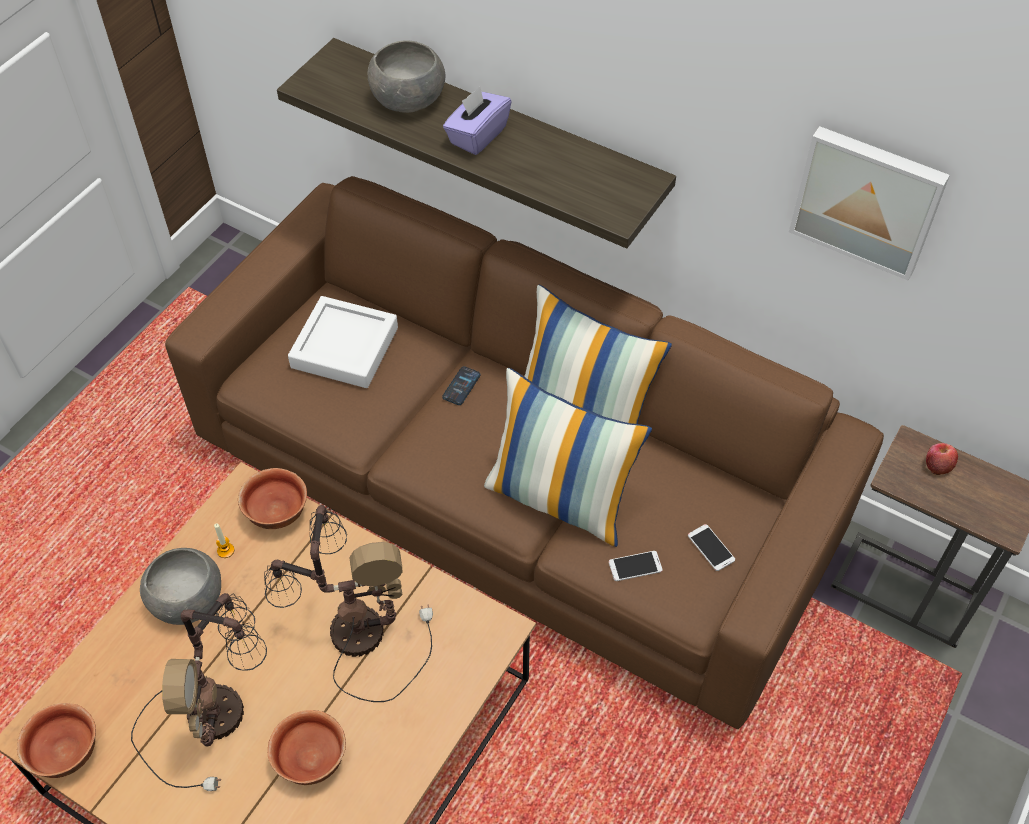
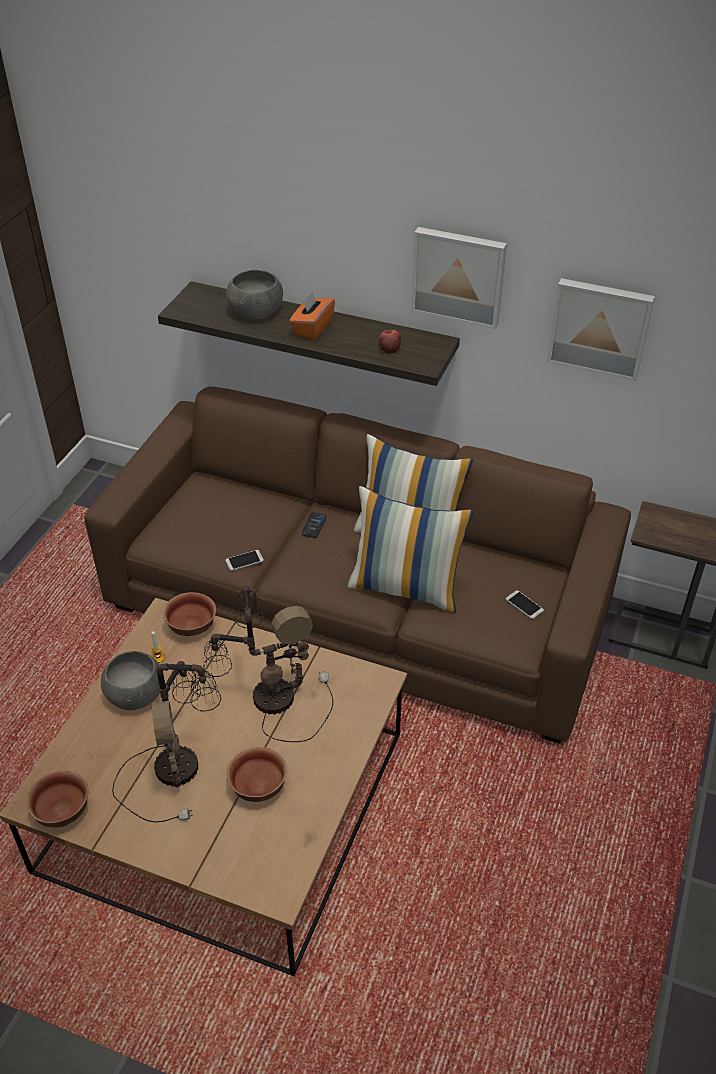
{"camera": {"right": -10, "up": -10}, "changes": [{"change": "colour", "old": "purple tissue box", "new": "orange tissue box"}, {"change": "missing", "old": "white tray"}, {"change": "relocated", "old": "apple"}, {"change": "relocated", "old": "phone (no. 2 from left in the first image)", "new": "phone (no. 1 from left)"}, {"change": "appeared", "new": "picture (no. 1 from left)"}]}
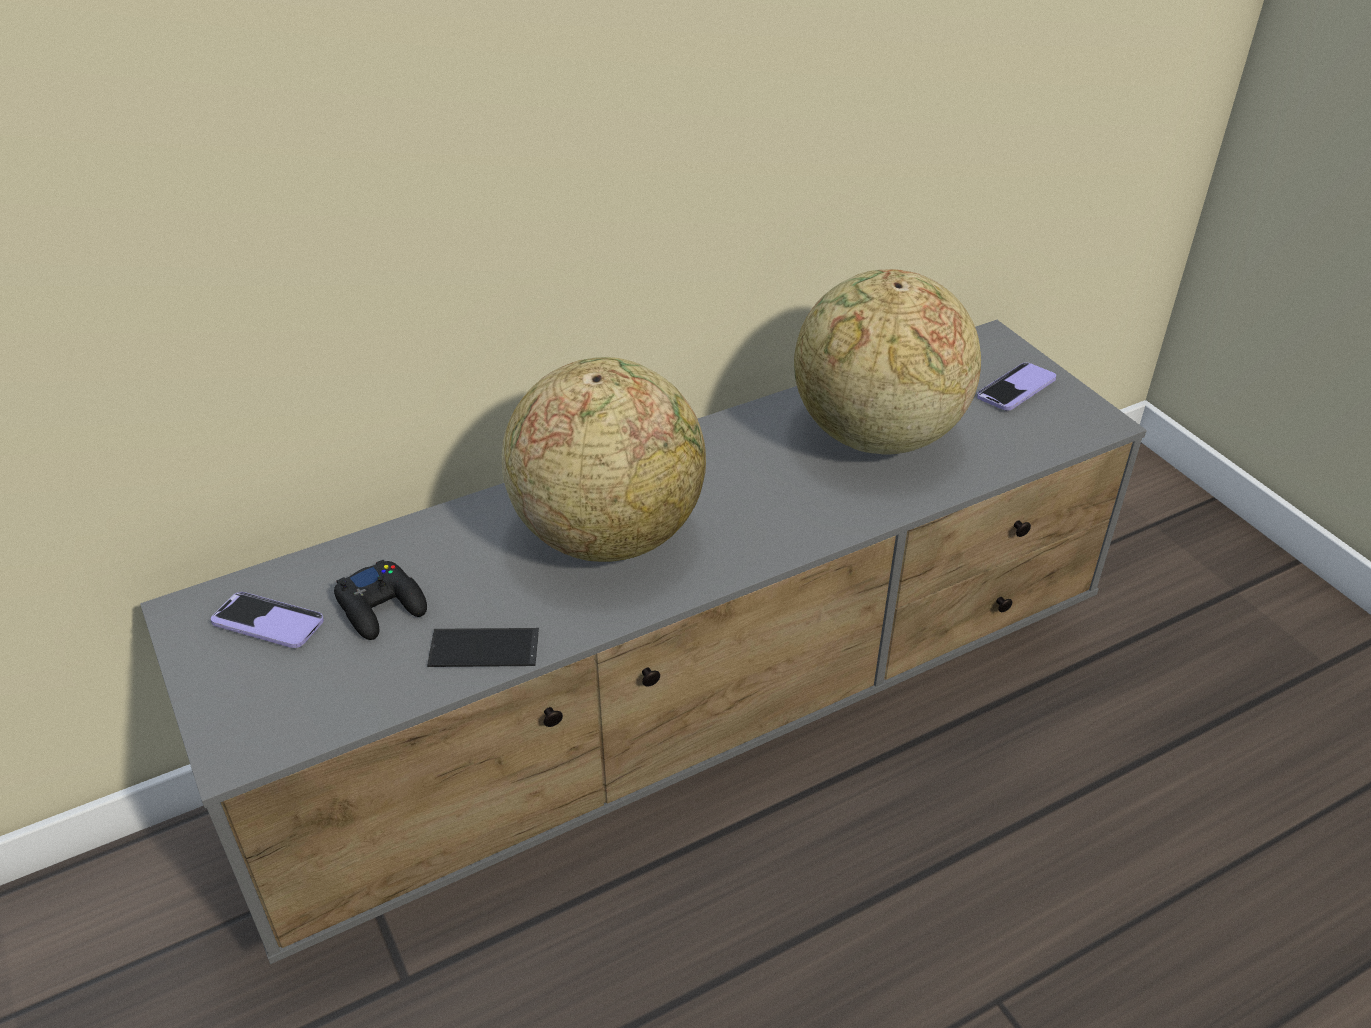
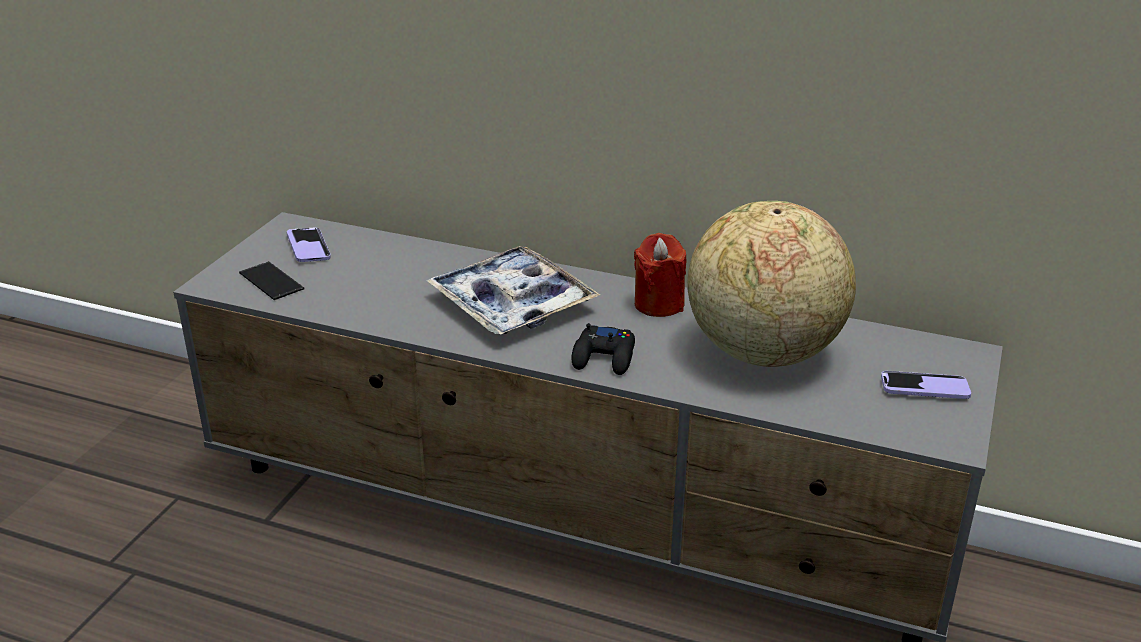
{"camera": {"right": 50, "up": -10}, "changes": [{"change": "exchanged", "old": "globe (no. 1 from left)", "new": "tray"}, {"change": "relocated", "old": "black game controller"}, {"change": "relocated", "old": "phone (no. 2 from left in the first image)", "new": "phone (no. 1 from left)"}, {"change": "appeared", "new": "red candle"}]}
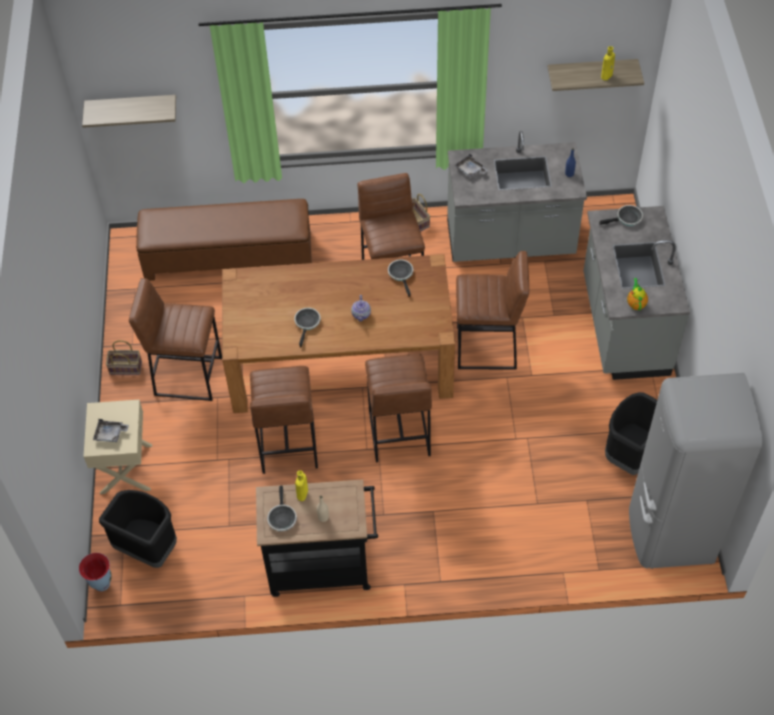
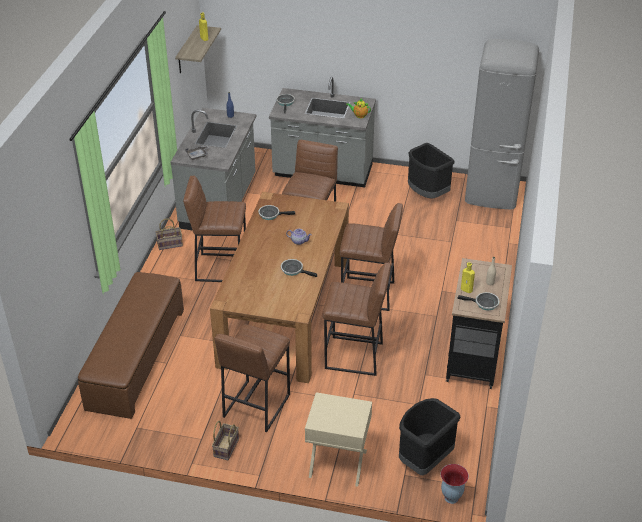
{"camera": {"right": -75, "up": -15}, "changes": [{"change": "missing", "old": "shelf (no. 1 from left)"}, {"change": "missing", "old": "grey tray (no. 1 from left)"}]}
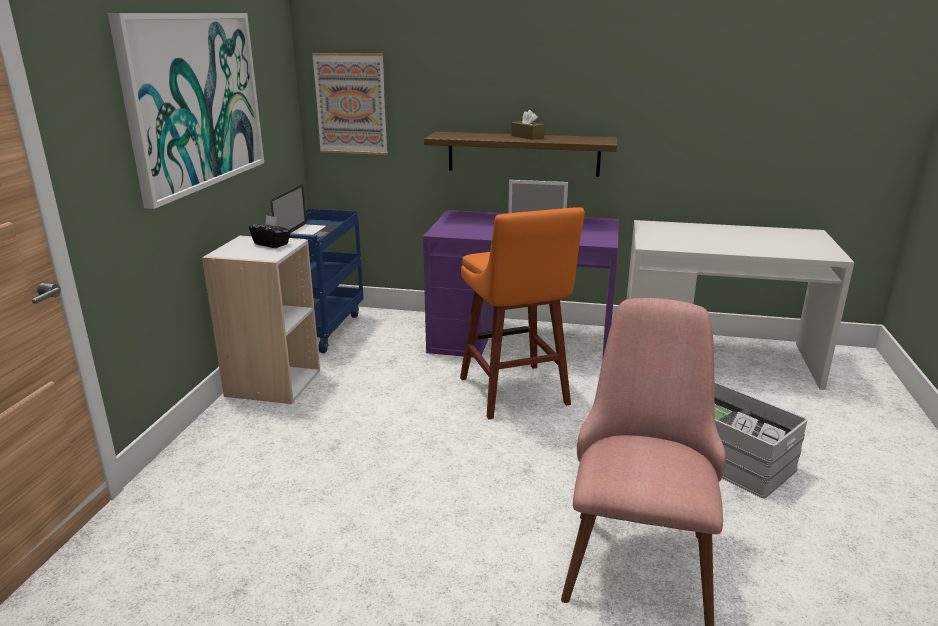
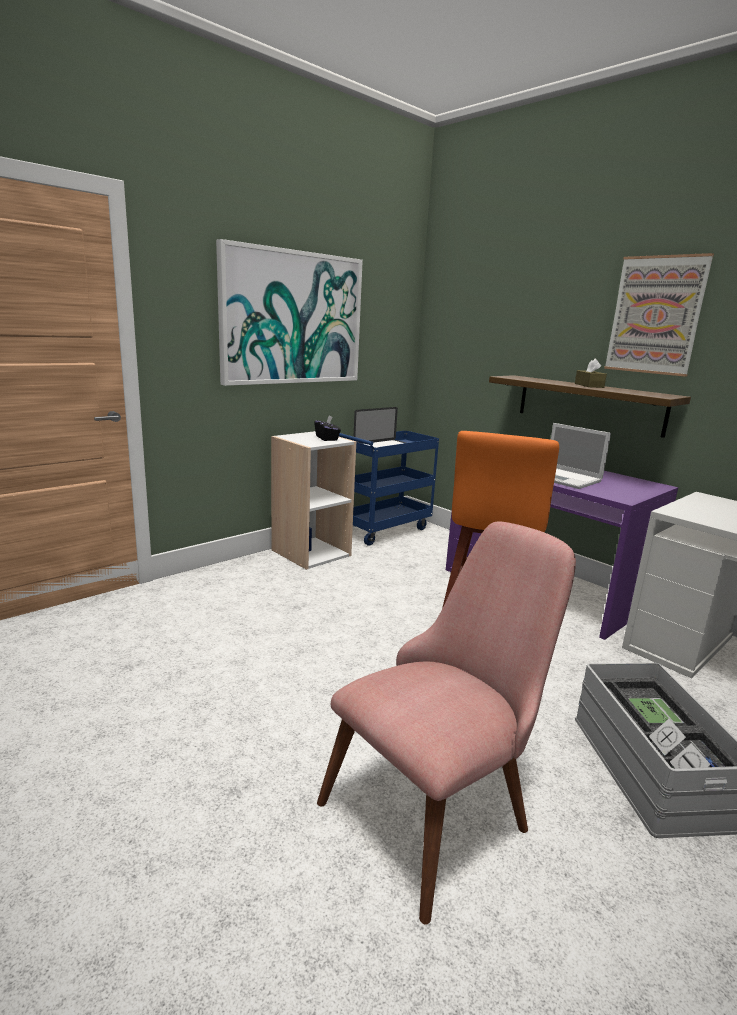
{"camera": {"right": 35, "up": -5}, "changes": [{"change": "relocated", "old": "picture (no. 2 from left)"}]}
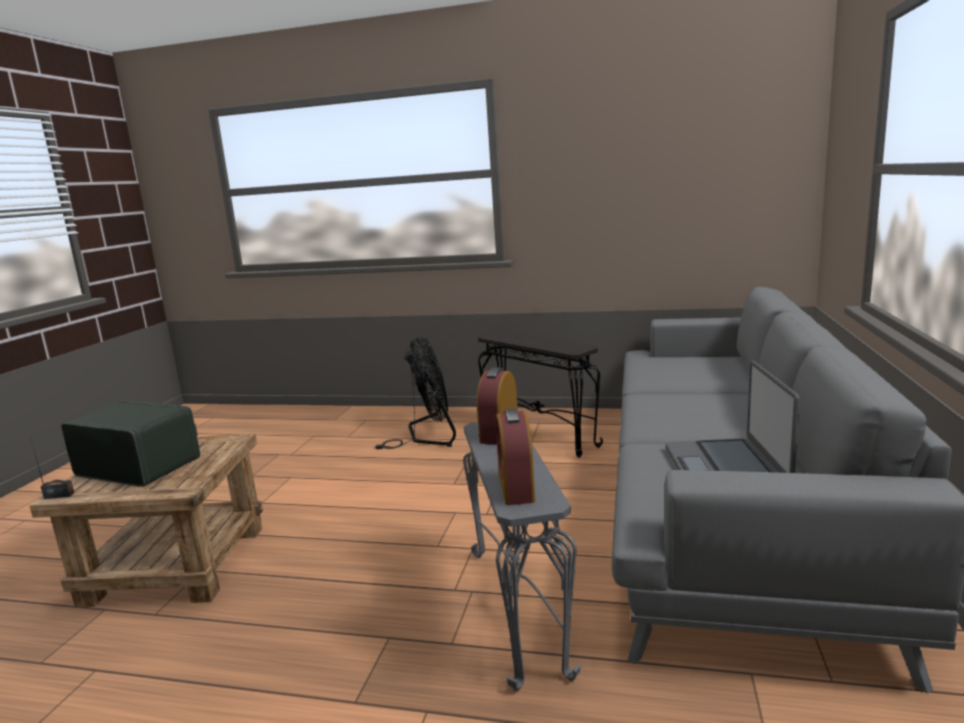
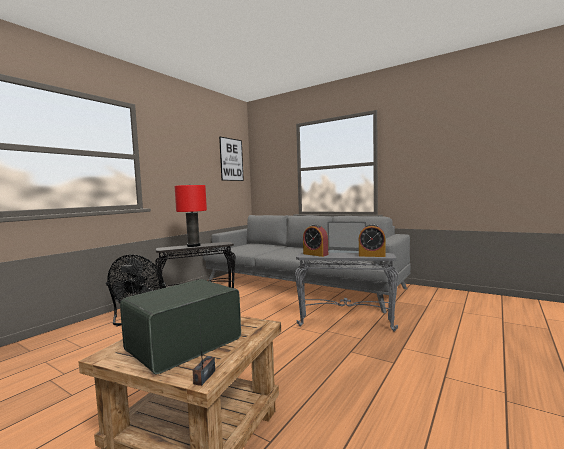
{"camera": {"right": -70, "up": -10}, "changes": [{"change": "appeared", "new": "picture"}, {"change": "appeared", "new": "red table lamp"}]}
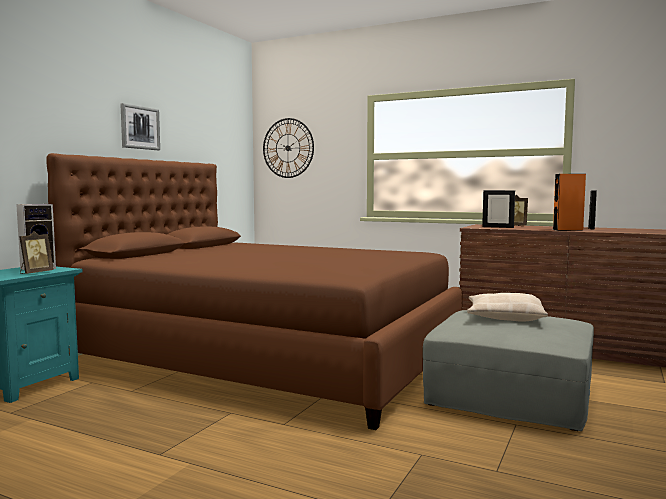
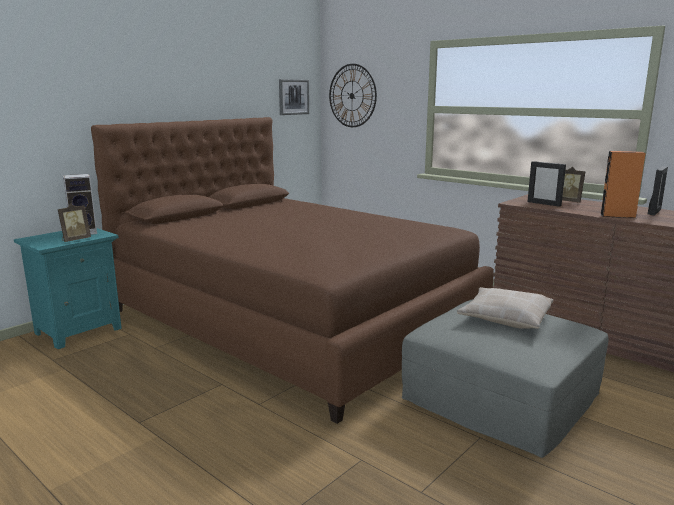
{"camera": {"right": 15, "up": 10}, "changes": [{"change": "relocated", "old": "picture"}]}
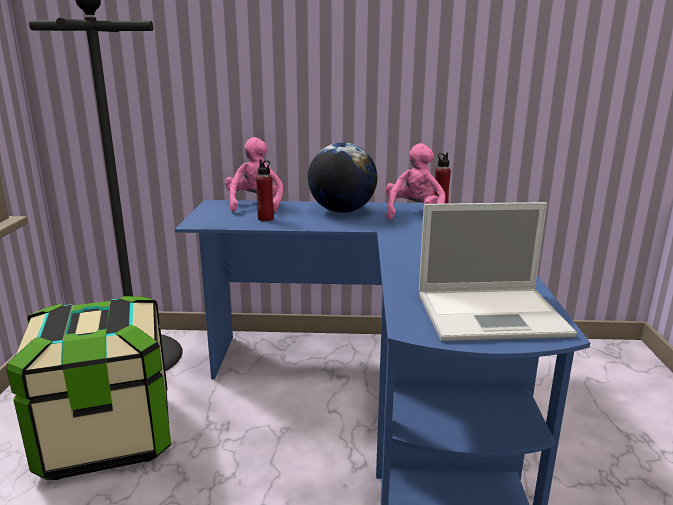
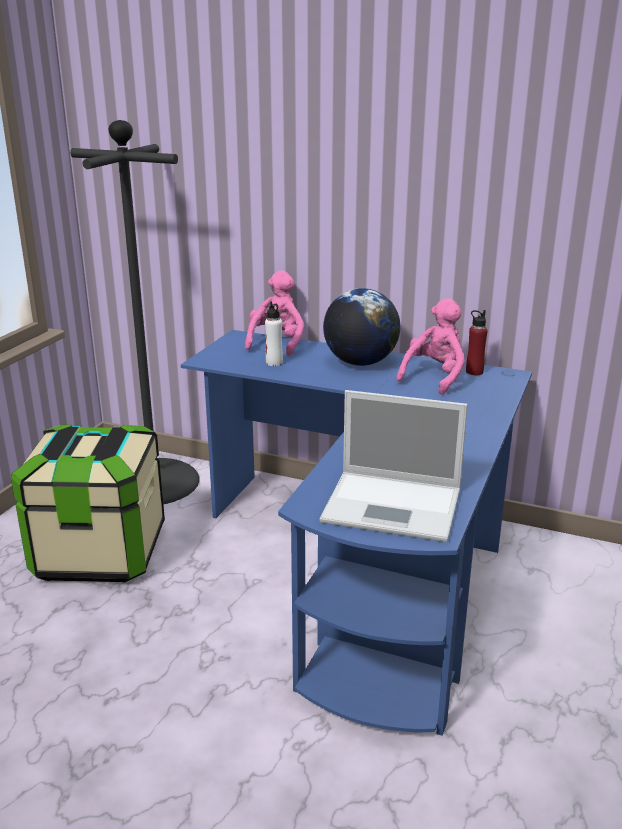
{"camera": {"right": 20, "up": 5}, "changes": [{"change": "colour", "old": "red bottle (no. 1 from left)", "new": "white bottle"}]}
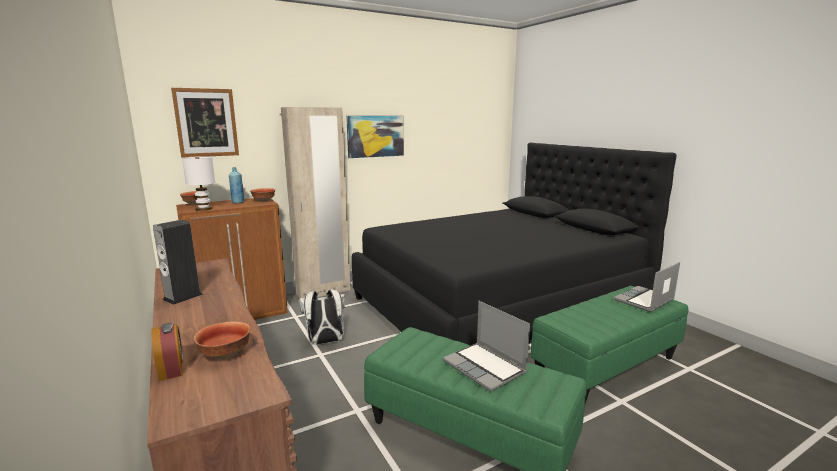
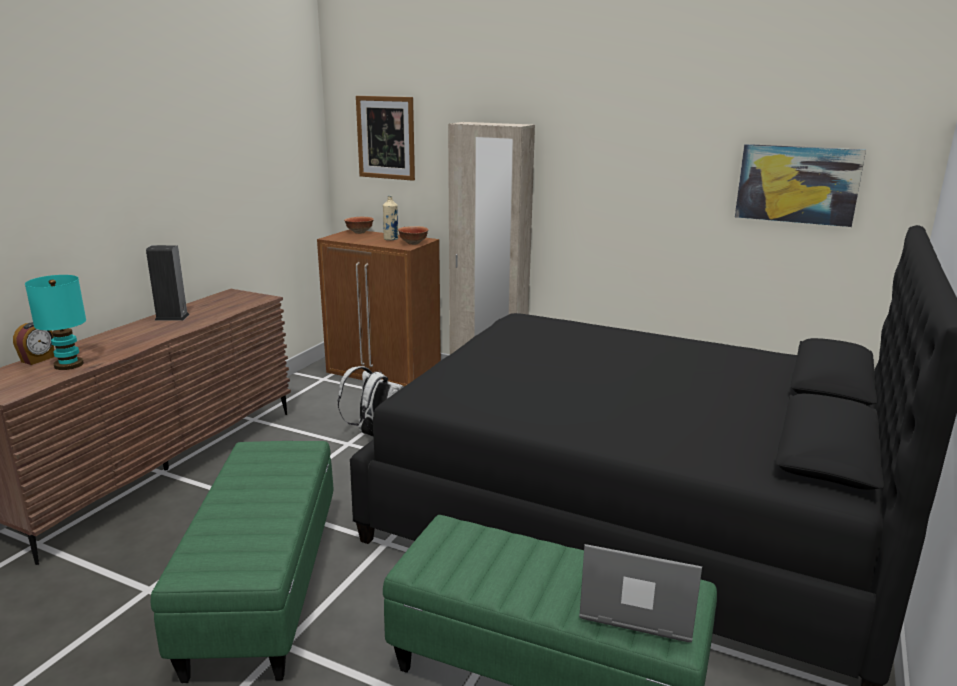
{"camera": {"right": 55, "up": 5}, "changes": [{"change": "relocated", "old": "picture (no. 2 from left)"}, {"change": "missing", "old": "white table lamp"}, {"change": "colour", "old": "blue bottle", "new": "beige bottle"}, {"change": "missing", "old": "laptop (no. 1 from left)"}, {"change": "exchanged", "old": "bowl (no. 2 from left)", "new": "turquoise table lamp"}]}
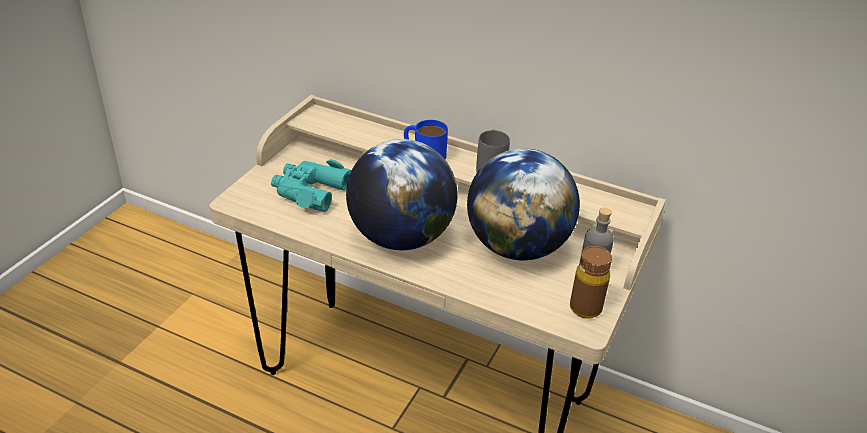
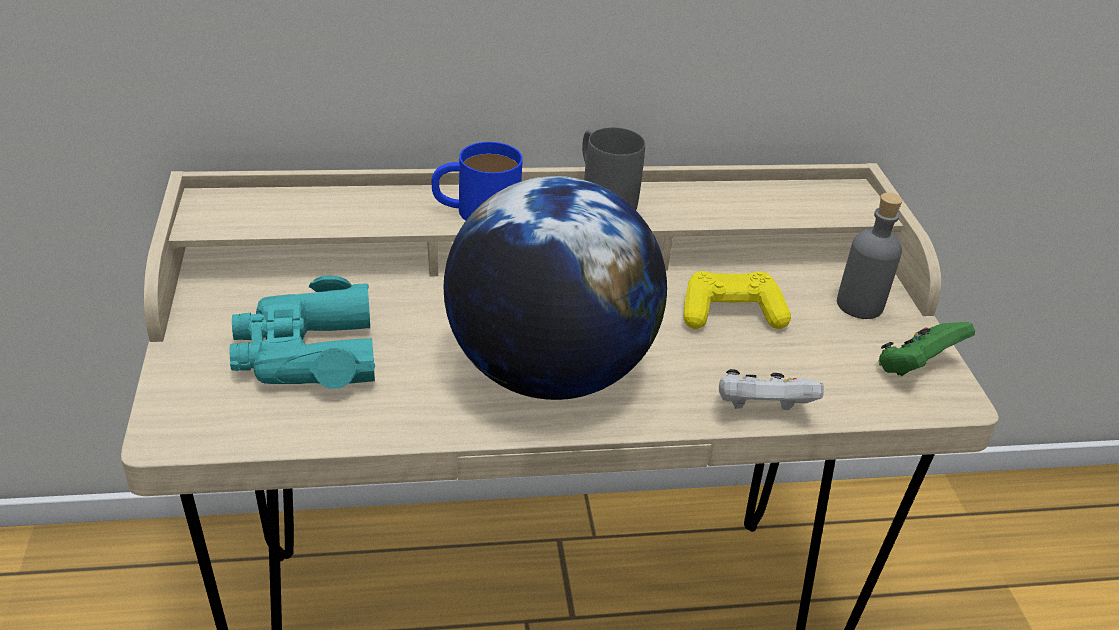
{"camera": {"right": -35, "up": 0}, "changes": [{"change": "exchanged", "old": "globe (no. 2 from left)", "new": "yellow game controller"}, {"change": "exchanged", "old": "brown bottle", "new": "green game controller"}, {"change": "appeared", "new": "white game controller"}]}
